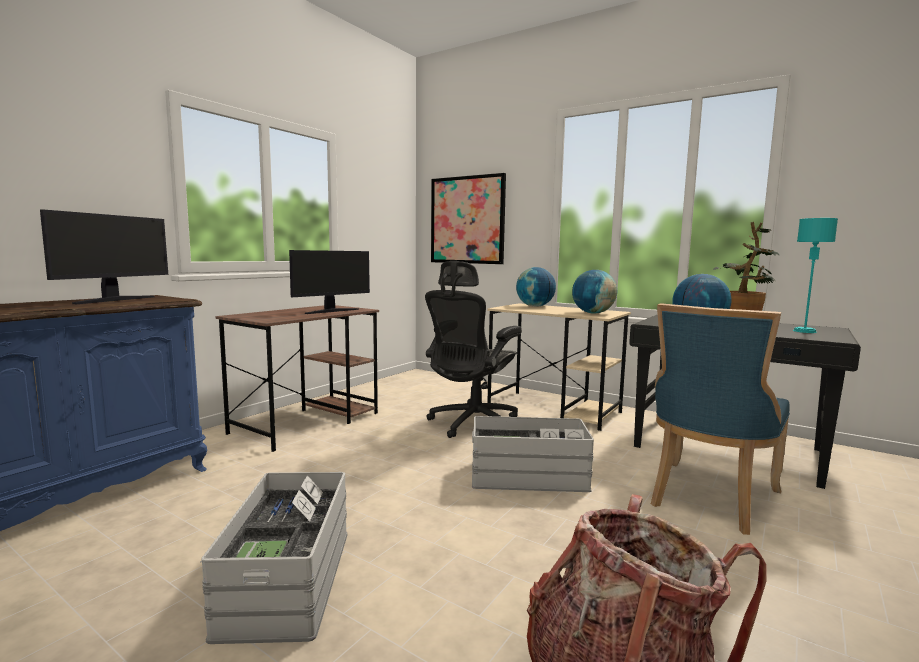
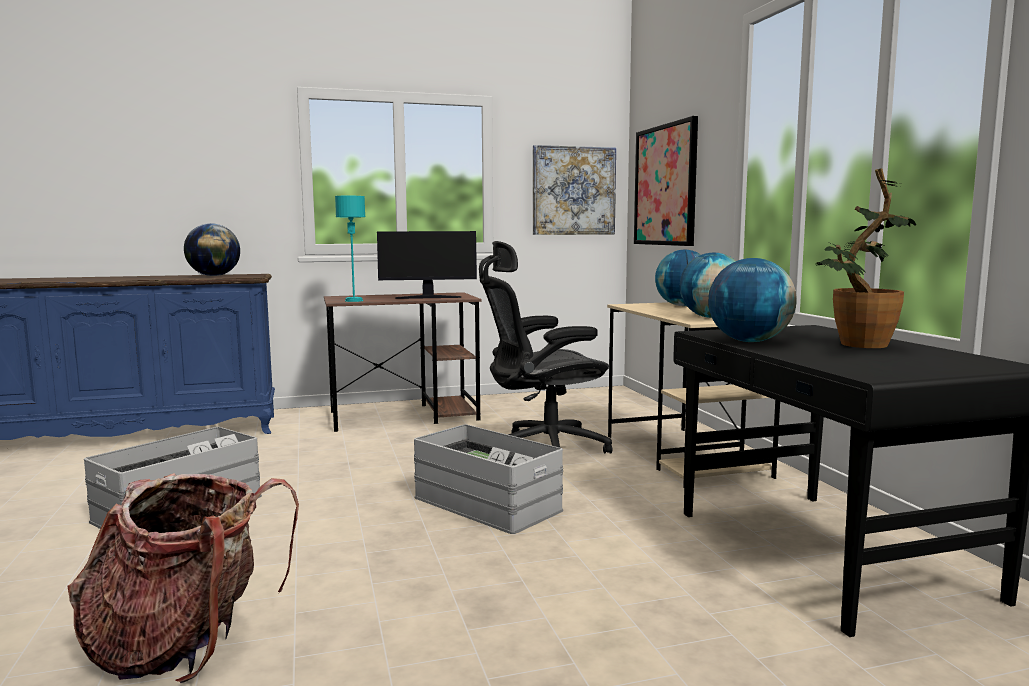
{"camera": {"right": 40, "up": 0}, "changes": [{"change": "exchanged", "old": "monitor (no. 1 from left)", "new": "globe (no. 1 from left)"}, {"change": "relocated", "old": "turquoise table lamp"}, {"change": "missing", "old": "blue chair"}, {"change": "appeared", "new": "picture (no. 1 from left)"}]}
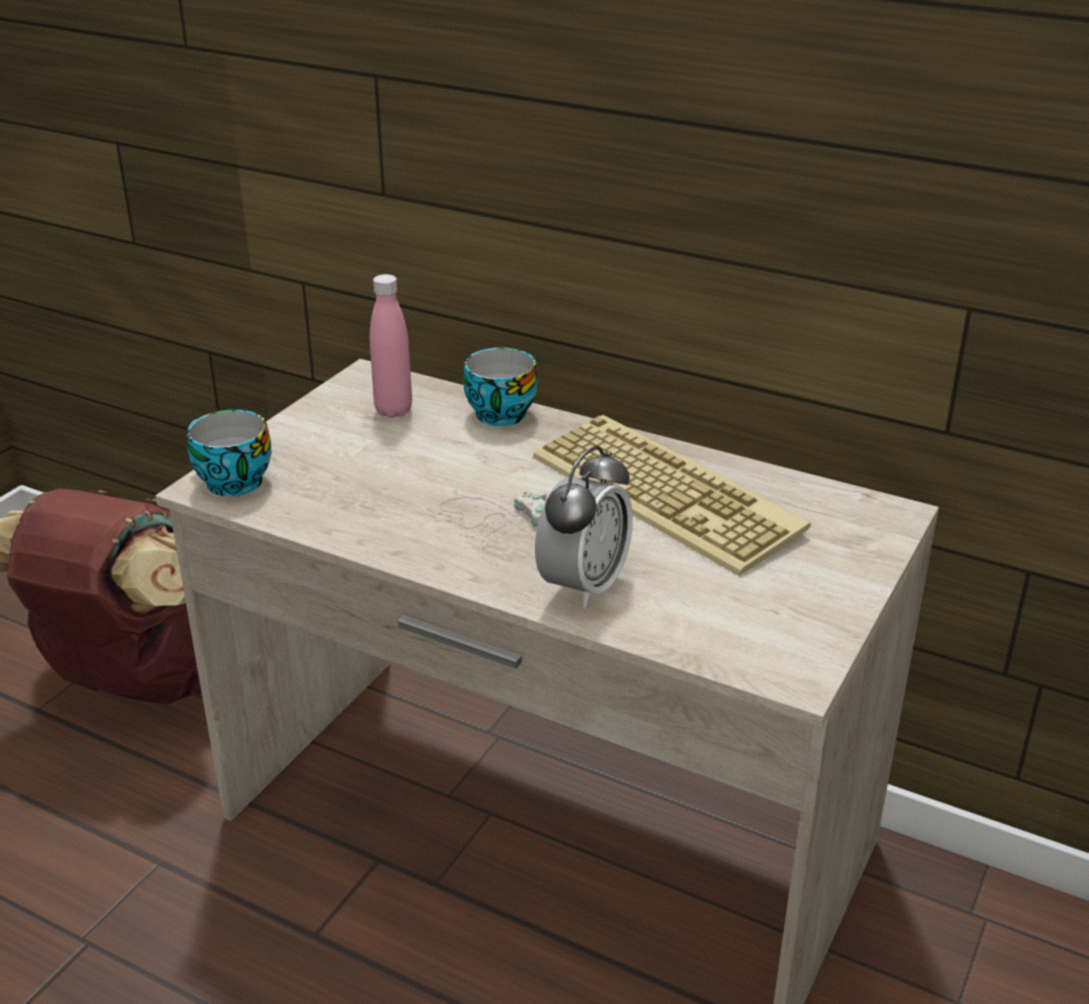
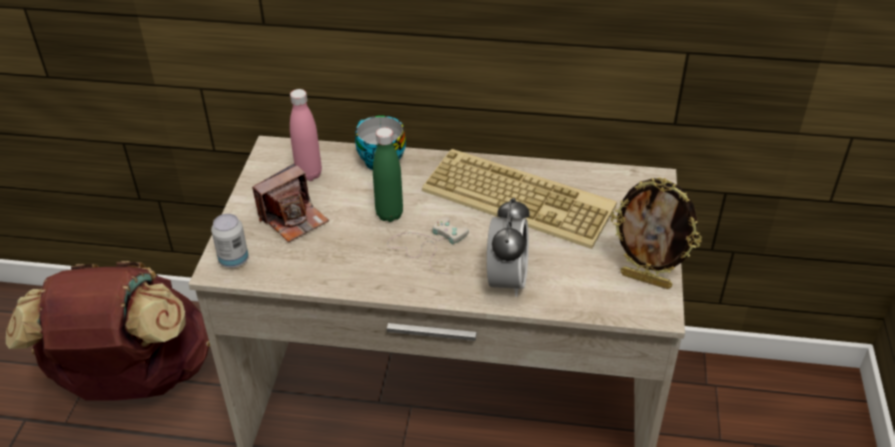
{"camera": {"right": -20, "up": 10}, "changes": [{"change": "exchanged", "old": "cup (no. 1 from left)", "new": "can"}, {"change": "appeared", "new": "green bottle"}, {"change": "appeared", "new": "photo camera"}, {"change": "appeared", "new": "picture frame"}]}
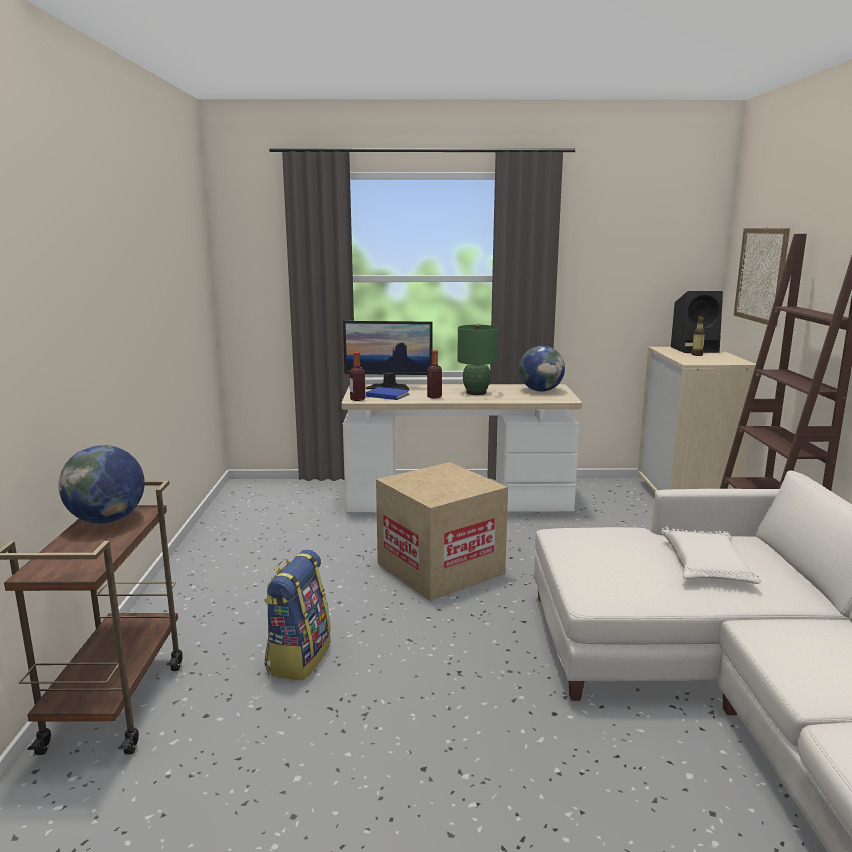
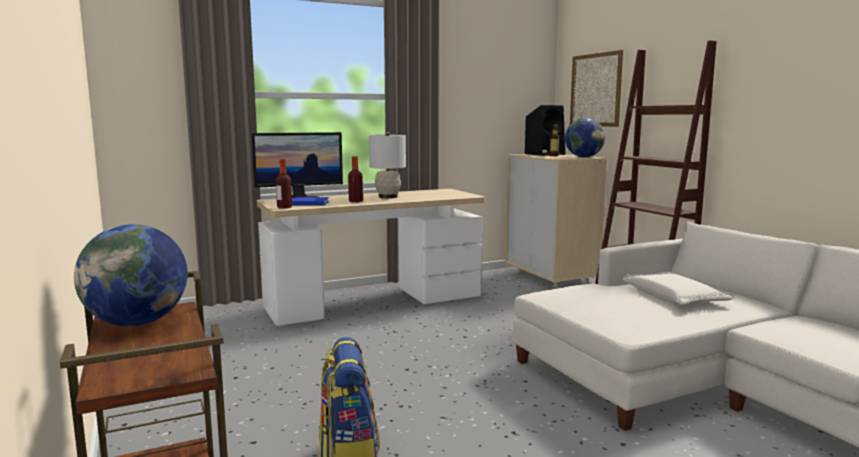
{"camera": {"right": -25, "up": -5}, "changes": [{"change": "colour", "old": "green table lamp", "new": "white table lamp"}, {"change": "relocated", "old": "globe (no. 2 from left)"}, {"change": "missing", "old": "cardboard box"}]}
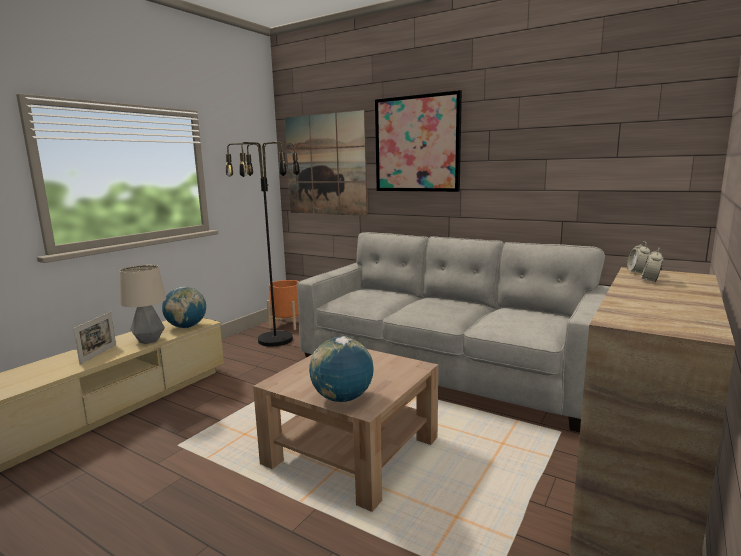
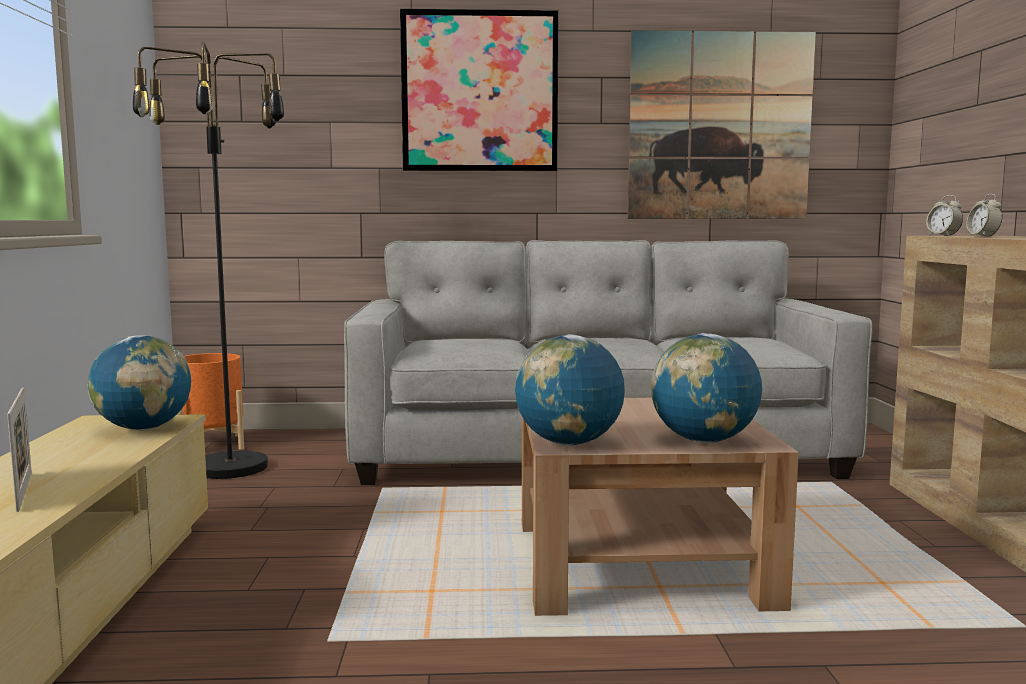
{"camera": {"right": -35, "up": -5}, "changes": [{"change": "relocated", "old": "picture (no. 1 from left in the first image)", "new": "picture (no. 2 from left)"}, {"change": "missing", "old": "table lamp"}, {"change": "appeared", "new": "globe (no. 2 from left)"}]}
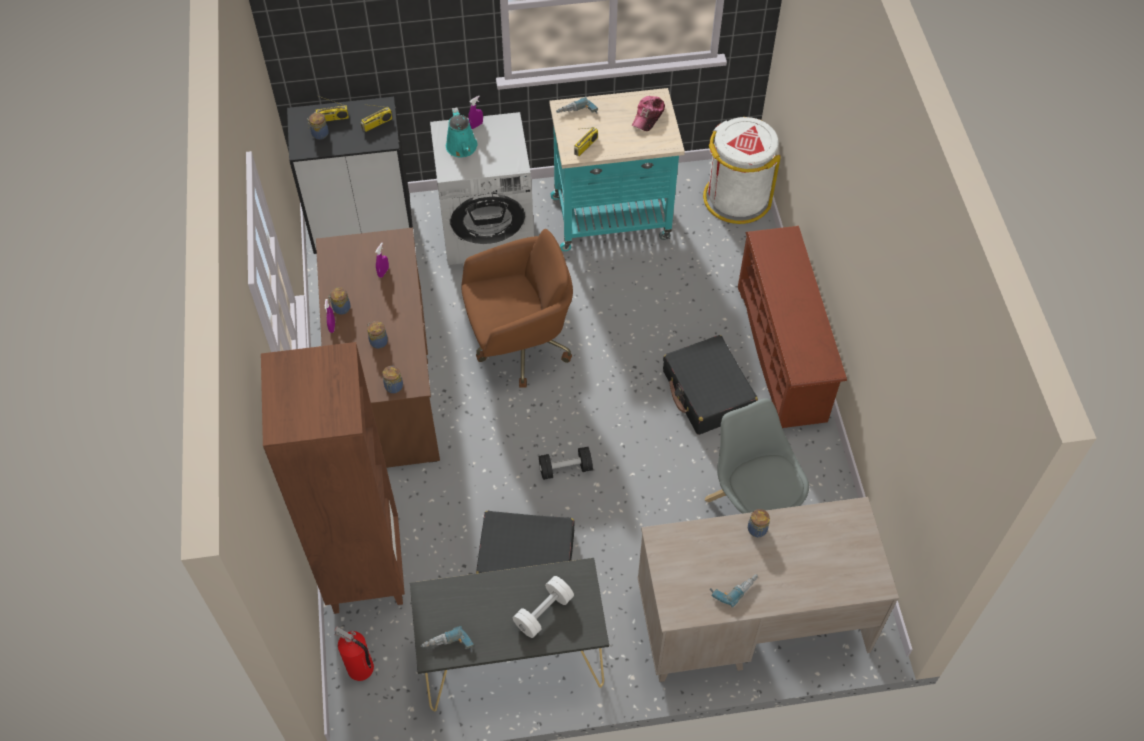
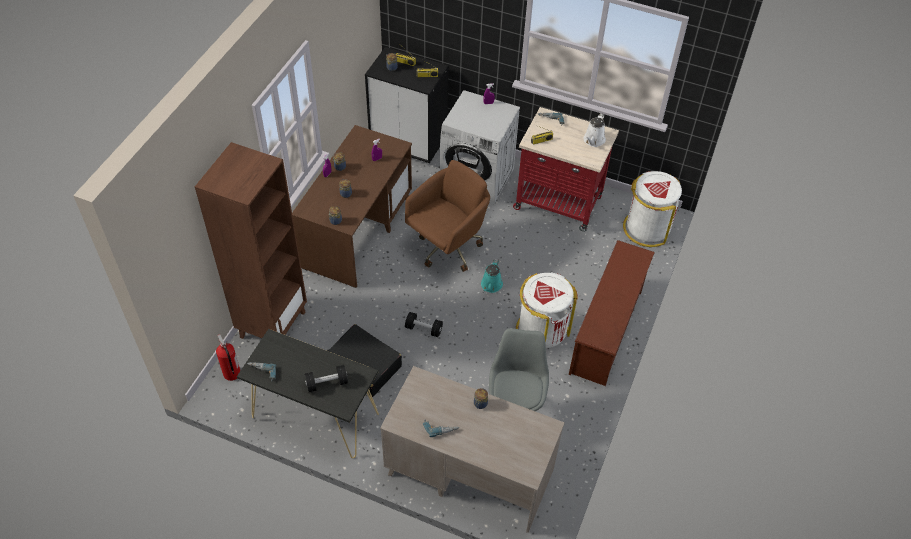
{"camera": {"right": 30, "up": -5}, "changes": [{"change": "colour", "old": "turquoise cart", "new": "red cart"}, {"change": "exchanged", "old": "cap", "new": "white watering can"}, {"change": "relocated", "old": "turquoise watering can"}, {"change": "spun", "old": "brown office chair", "degrees": -60}, {"change": "exchanged", "old": "black suitcase (no. 2 from left)", "new": "white trash can (no. 1 from left)"}, {"change": "colour", "old": "white dumbbell", "new": "black dumbbell (no. 1 from left)"}]}
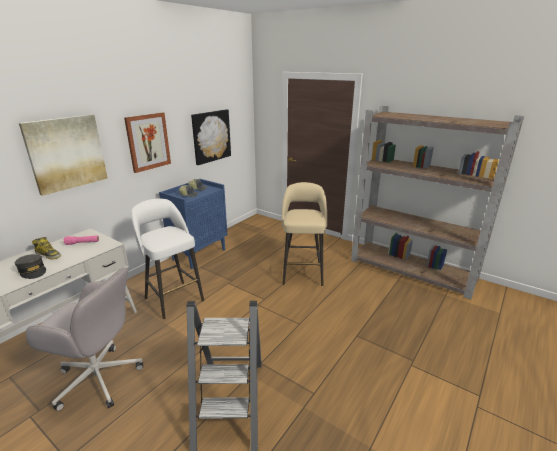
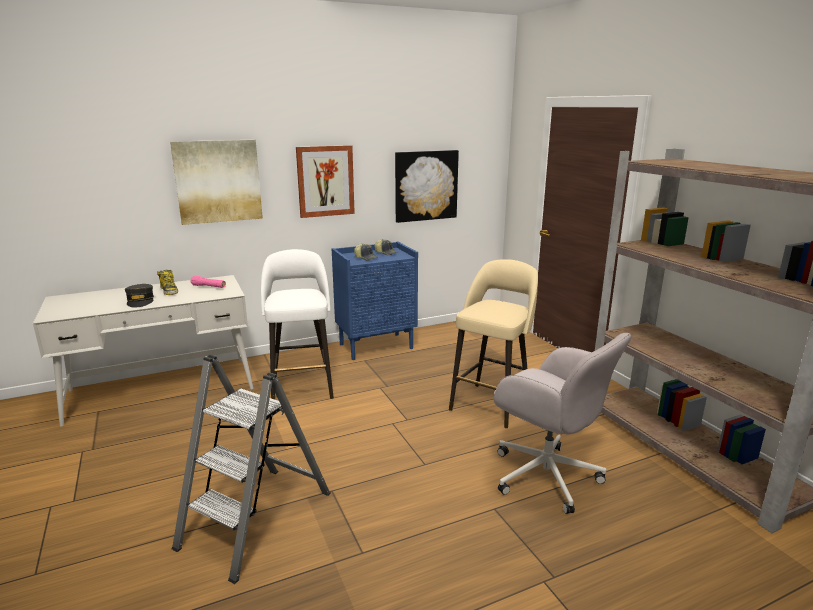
{"camera": {"right": 30, "up": -5}, "changes": [{"change": "relocated", "old": "grey office chair"}]}
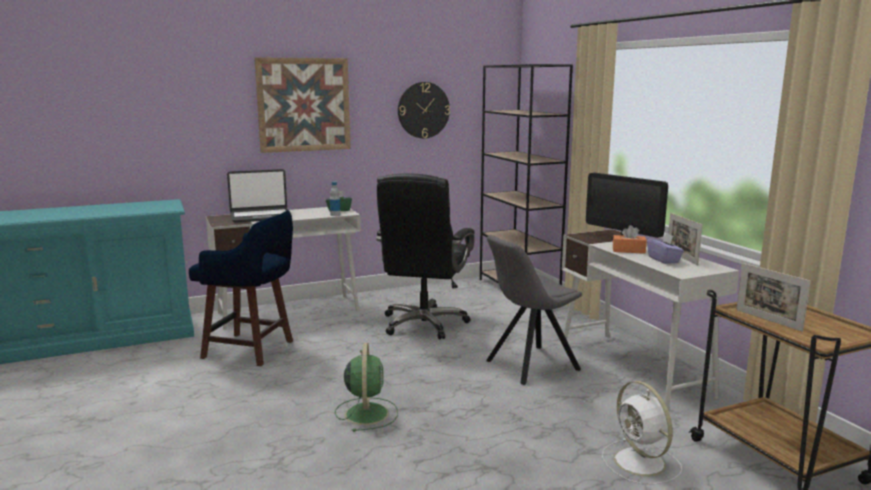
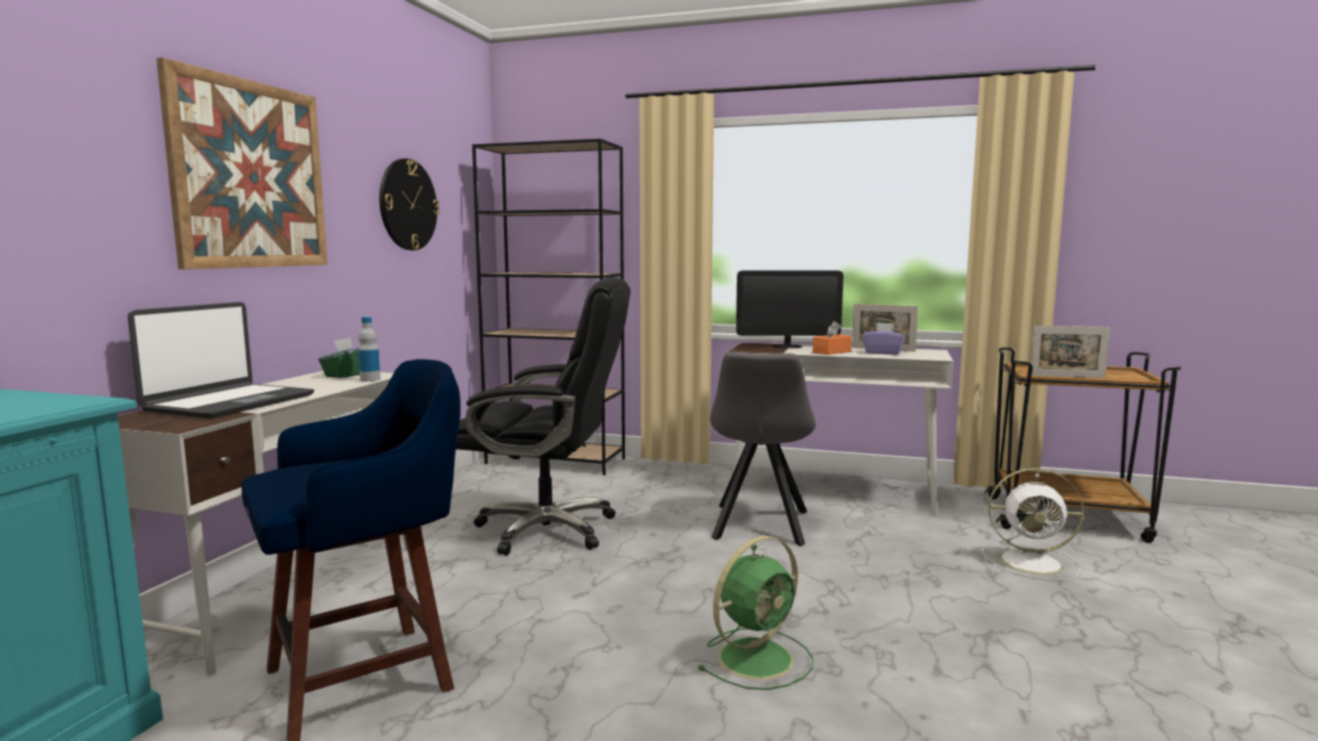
{"camera": {"right": -50, "up": -5}, "changes": [{"change": "spun", "old": "black office chair", "degrees": -45}, {"change": "spun", "old": "green fan", "degrees": 105}]}
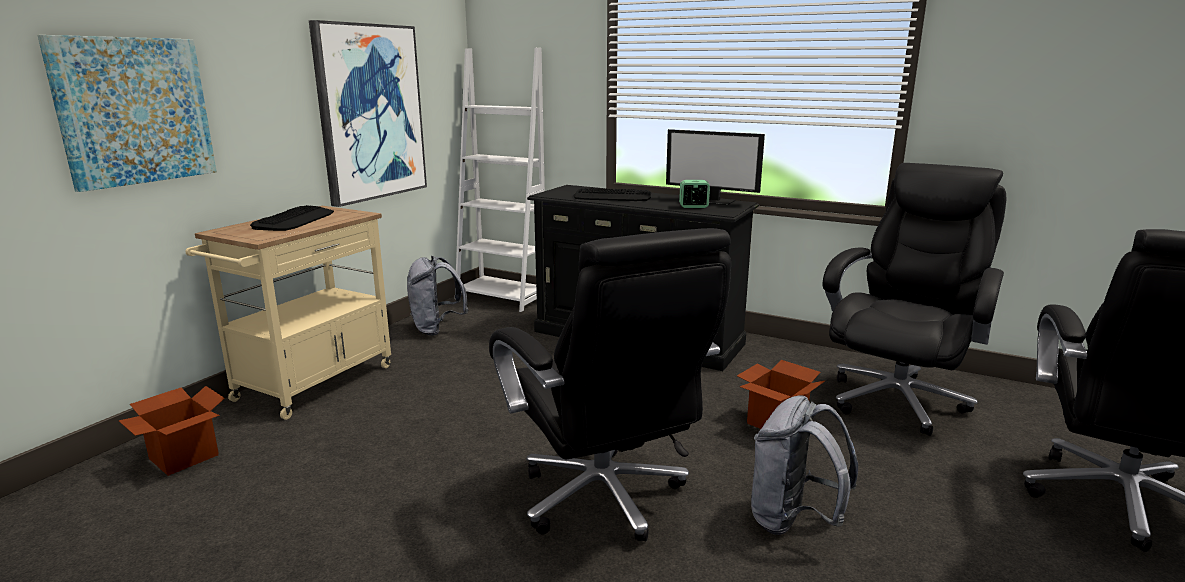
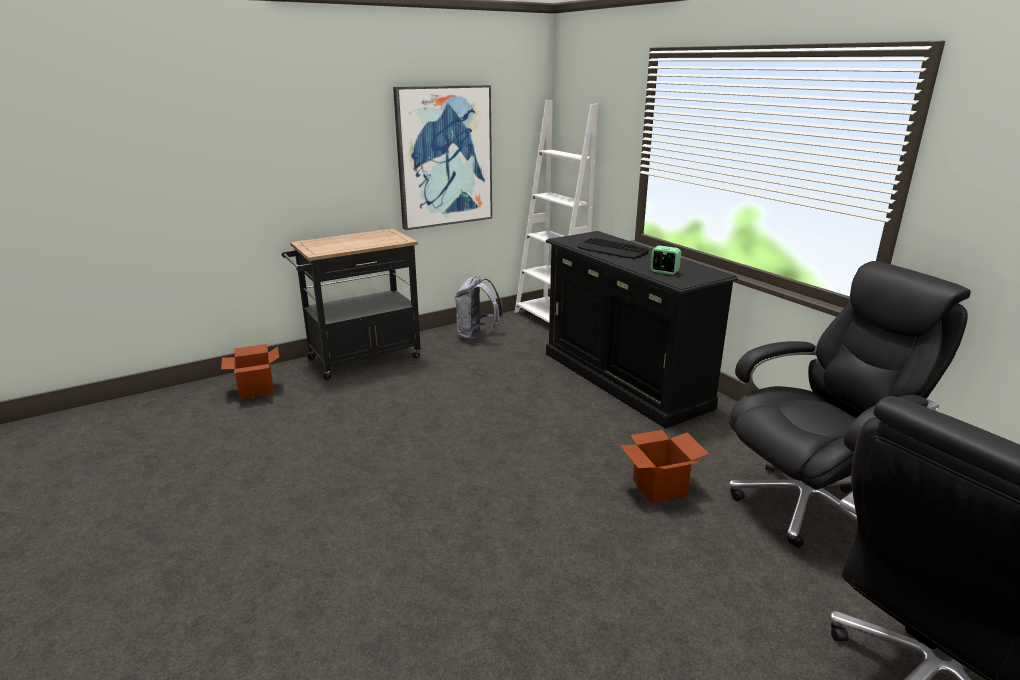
{"camera": {"right": 30, "up": 5}, "changes": [{"change": "missing", "old": "picture (no. 1 from left)"}, {"change": "missing", "old": "monitor"}, {"change": "missing", "old": "keyboard (no. 1 from left)"}, {"change": "colour", "old": "beige cart", "new": "black cart"}, {"change": "missing", "old": "black office chair (no. 1 from left)"}, {"change": "missing", "old": "grey backpack (no. 2 from left)"}]}
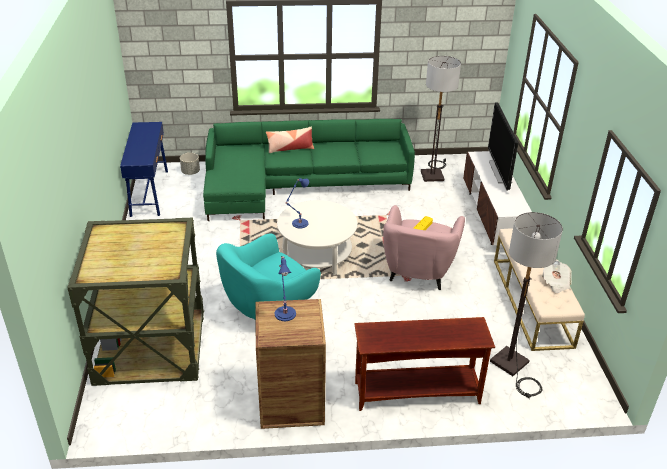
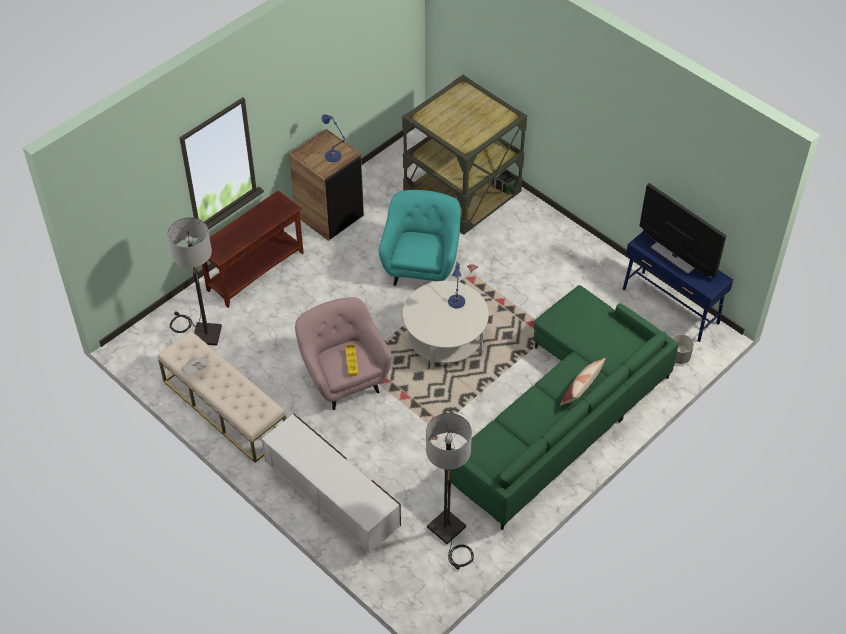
{"camera": {"right": 140, "up": 15}, "changes": [{"change": "relocated", "old": "television"}]}
